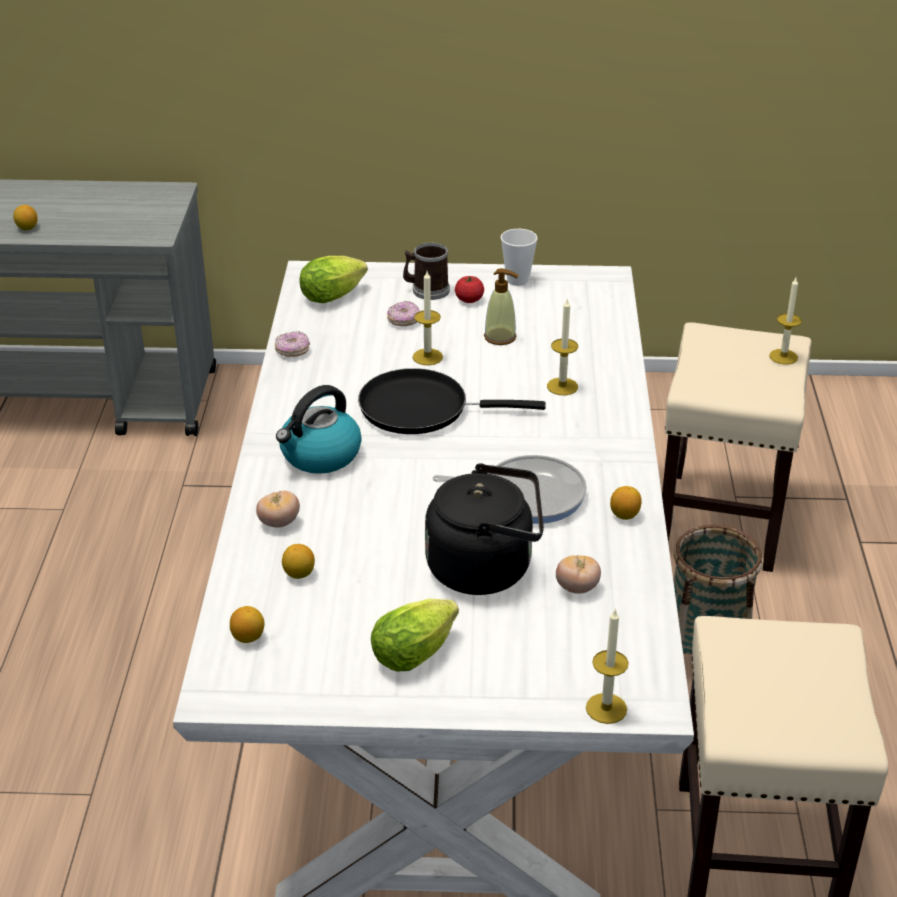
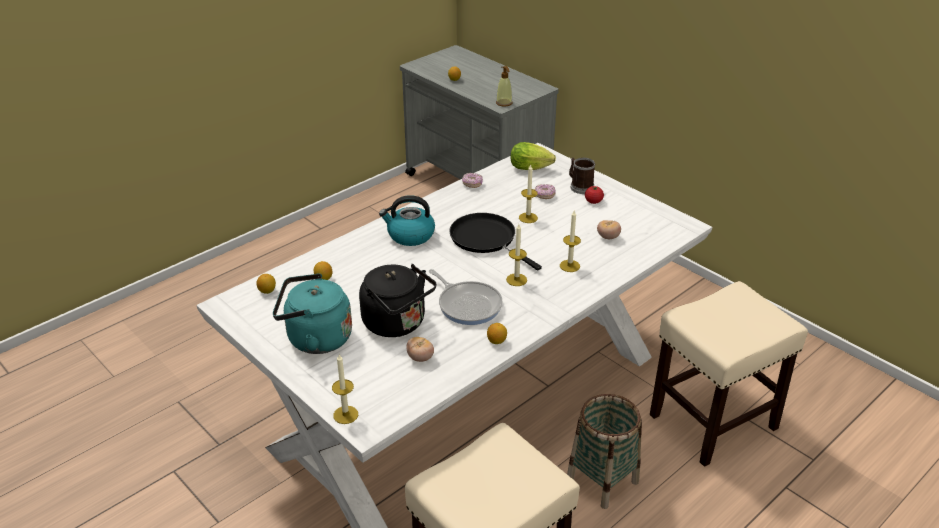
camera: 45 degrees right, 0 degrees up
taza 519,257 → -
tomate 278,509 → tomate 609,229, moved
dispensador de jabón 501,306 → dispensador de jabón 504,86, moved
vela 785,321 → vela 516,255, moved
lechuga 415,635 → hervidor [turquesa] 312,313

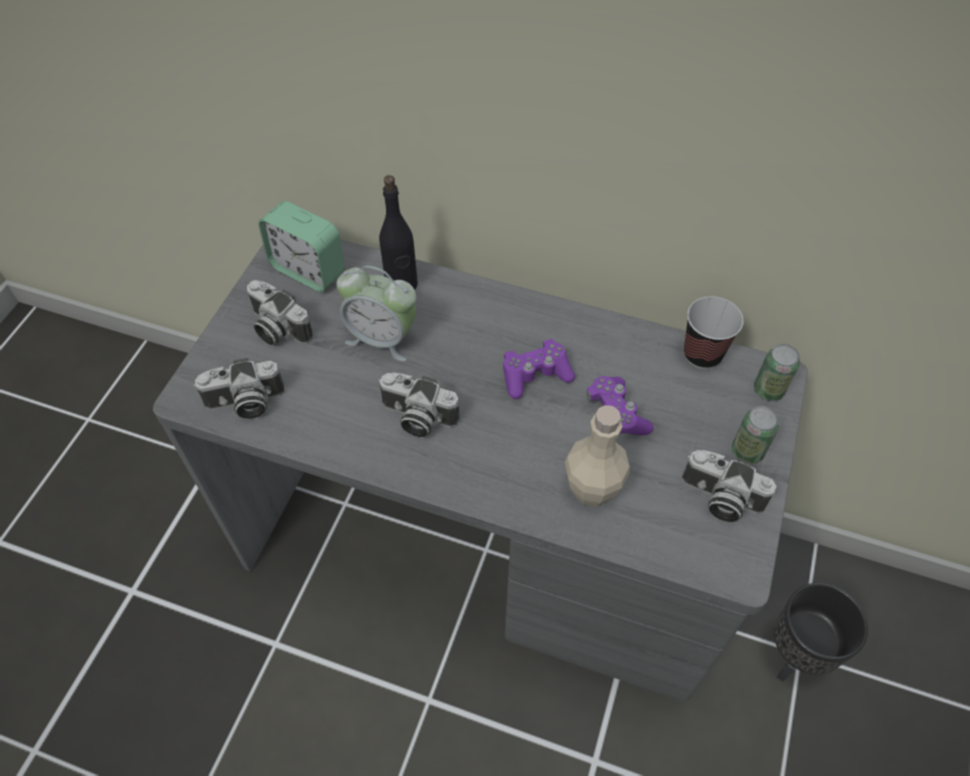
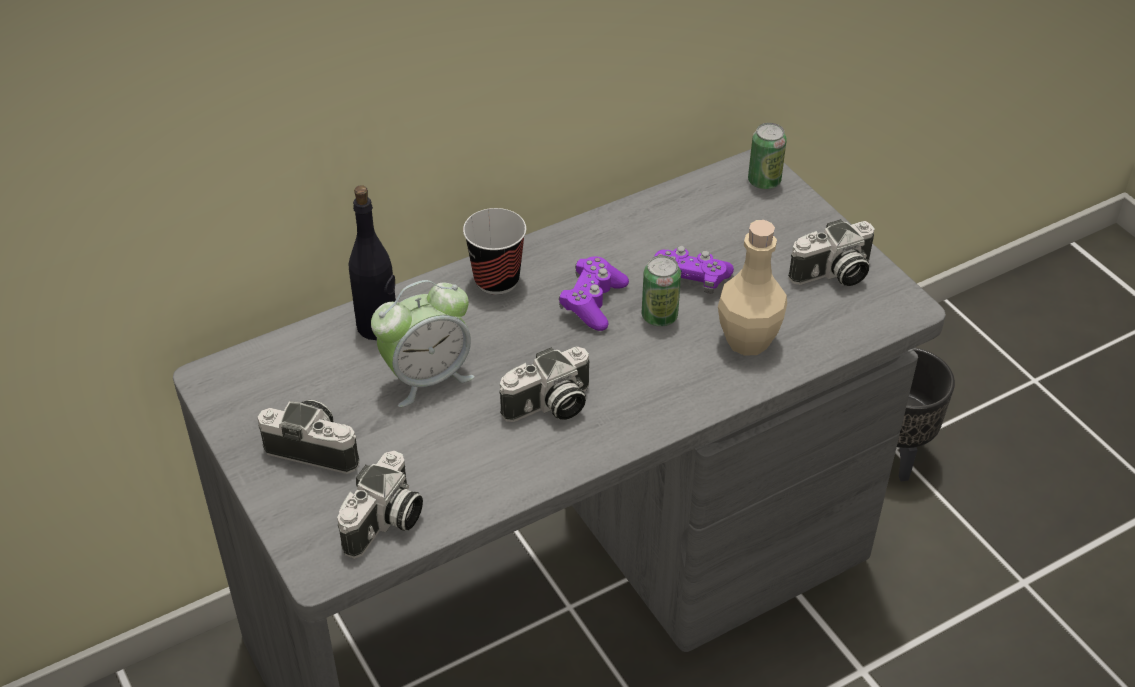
camera: 50 degrees left, 10 degrees down
despertador 301,246 → -
taza 714,332 → taza 494,251, moved
lata 755,435 → lata 661,291, moved
cámara 280,312 → cámara 308,437, 150 degrees counterclockwise

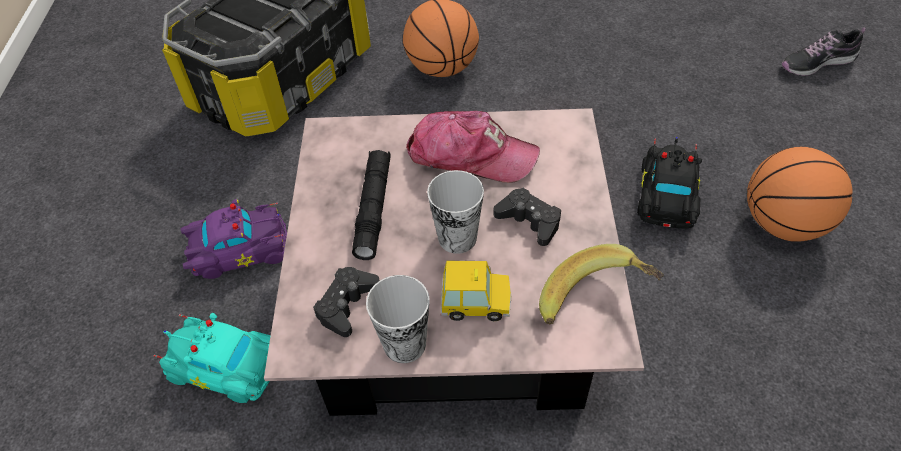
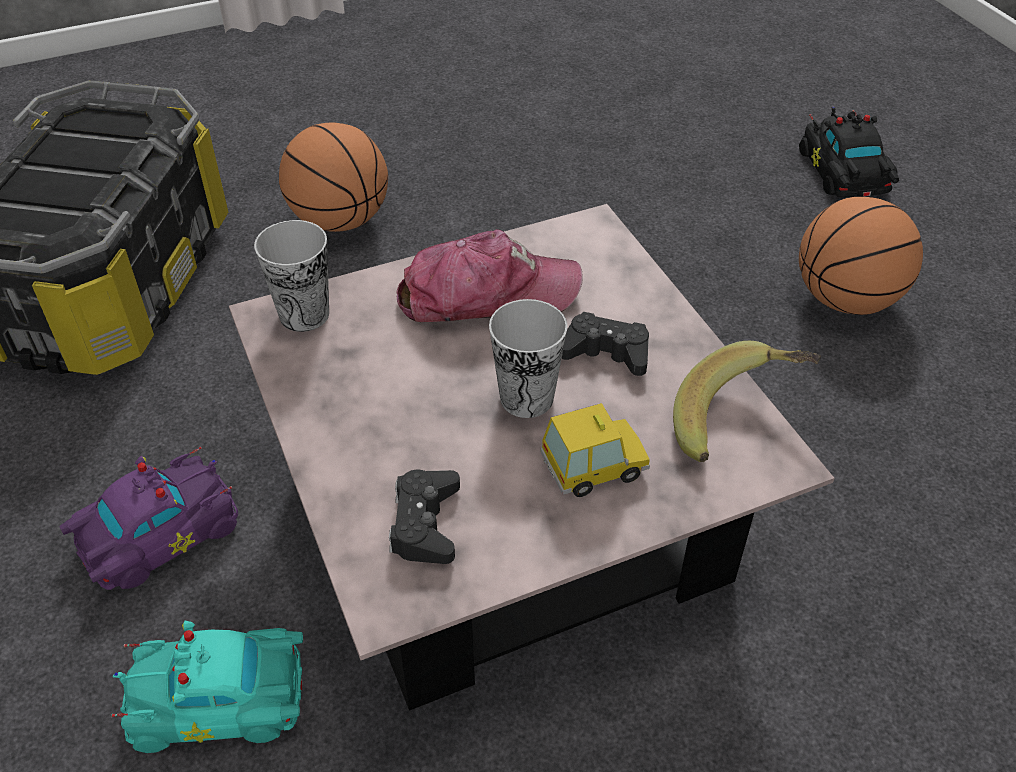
camera: 25 degrees left, 5 degrees down
linterna [negro] 371,205 → -
zapato 824,51 → -
taza 397,319 → taza 291,276, moved
coche de juguete [negro] 669,183 → coche de juguete [negro] 849,152, moved

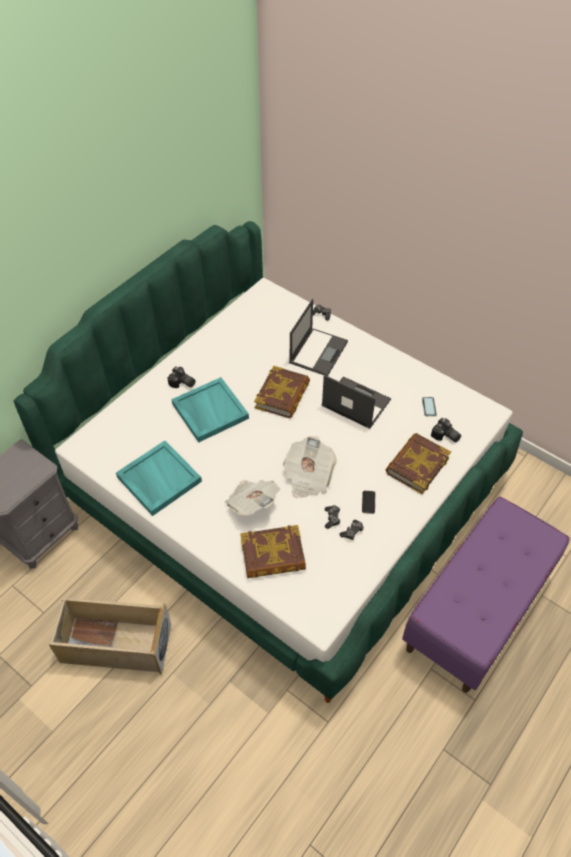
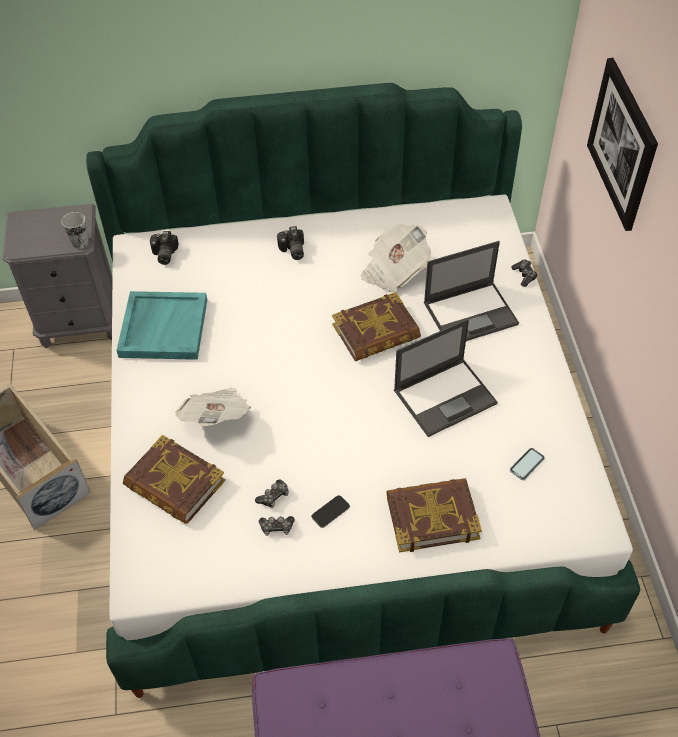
camera: 45 degrees right, 0 degrees up
bandeja [turquesa] 210,410 → -
- → taza 75,230
- → cuadro 622,144
periódico 310,467 → periódico 396,257, moved
cámara 446,430 → cámara 164,248, moved
portátil 356,402 → portátil 446,378, 75 degrees clockwise

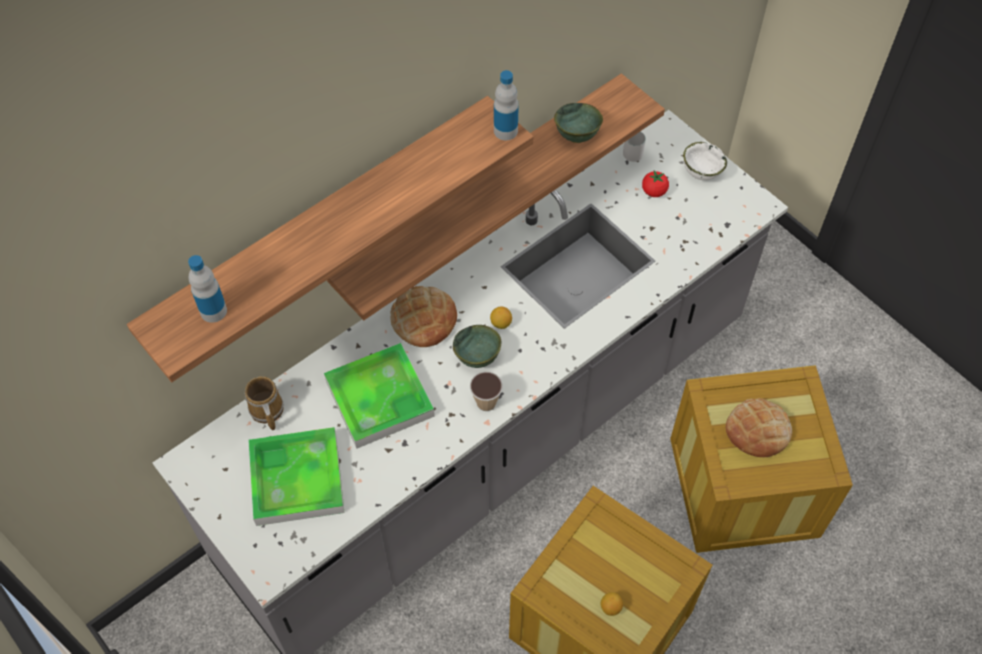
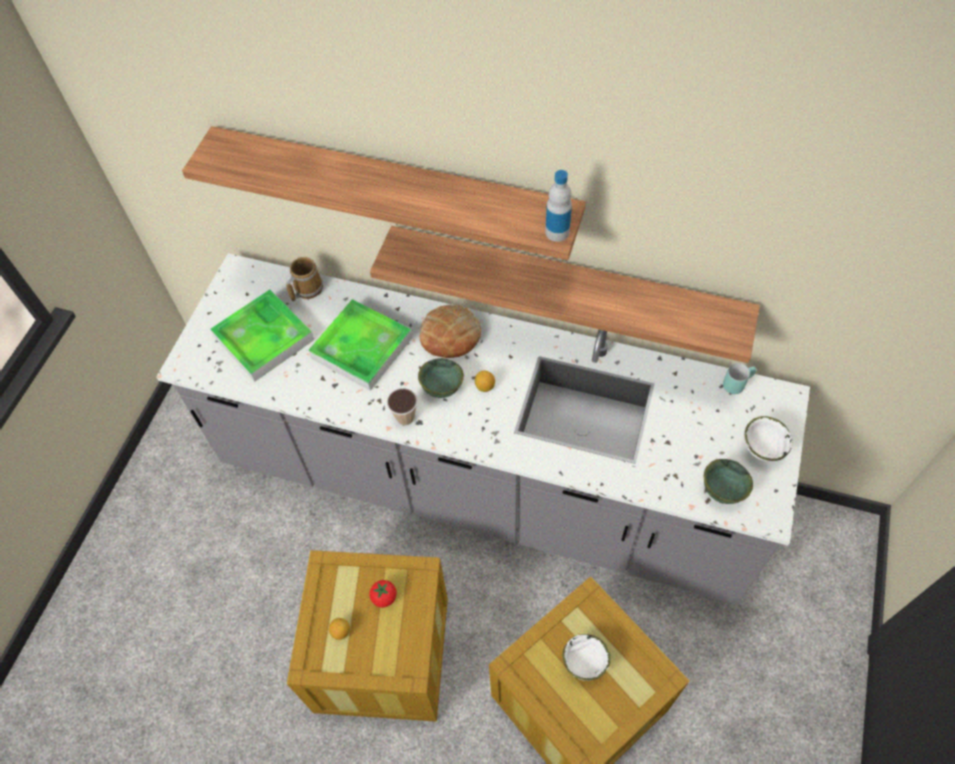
camera: 60 degrees right, 0 degrees up
botella 207,289 → -
cuenco [verde] 578,123 → cuenco [verde] 728,481, moved
tomate 655,184 → tomate 383,593, moved
pan 759,427 → cuenco [blanco] 586,657
taza grande [blanco] 634,147 → taza grande [turquesa] 739,378

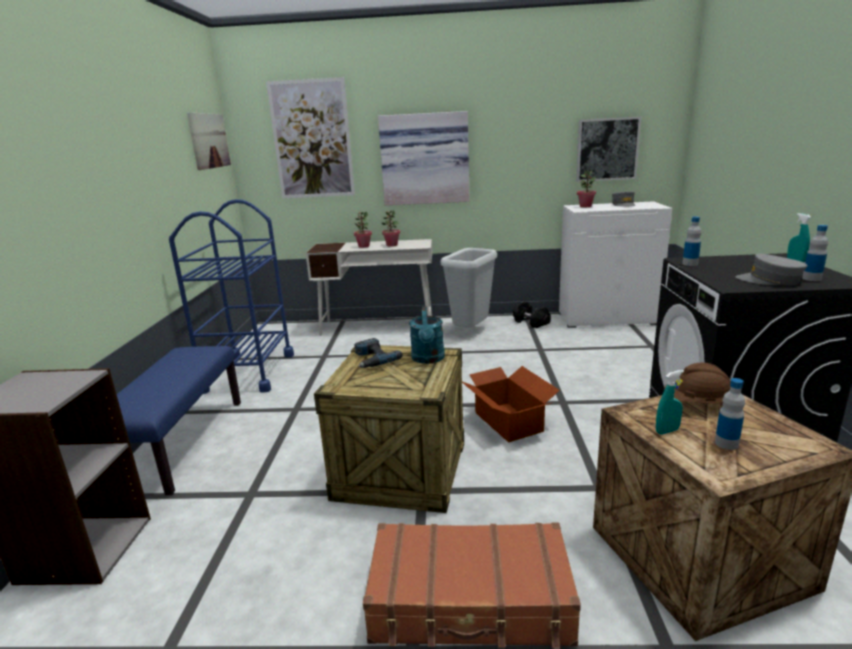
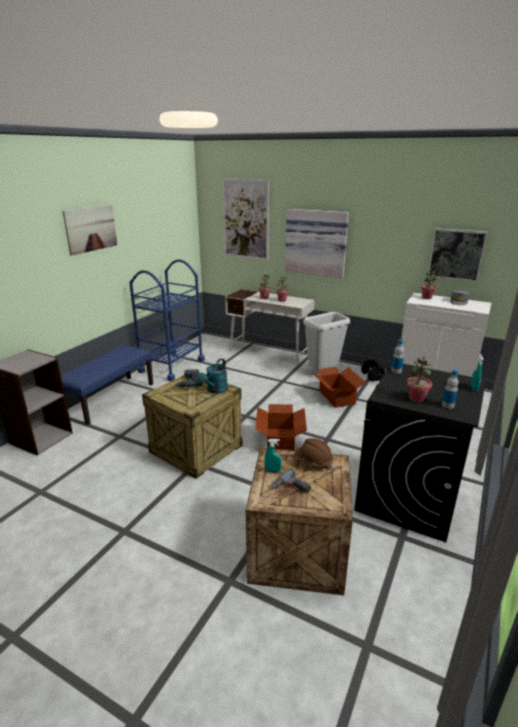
camera: 25 degrees right, 5 degrees up
maleta [marrón] 472,585 → -
- → caja de cartón 339,387
cuadro 209,141 → cuadro 90,230, moved
botella 730,414 → taladro 291,481
gorra [gris] 771,269 → planta en maceta 419,379

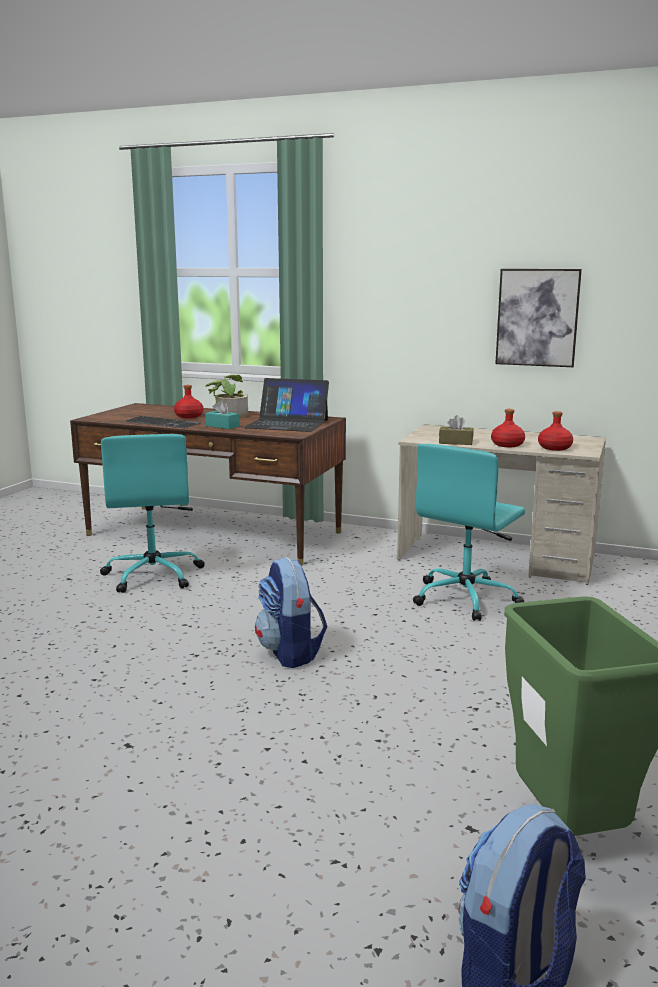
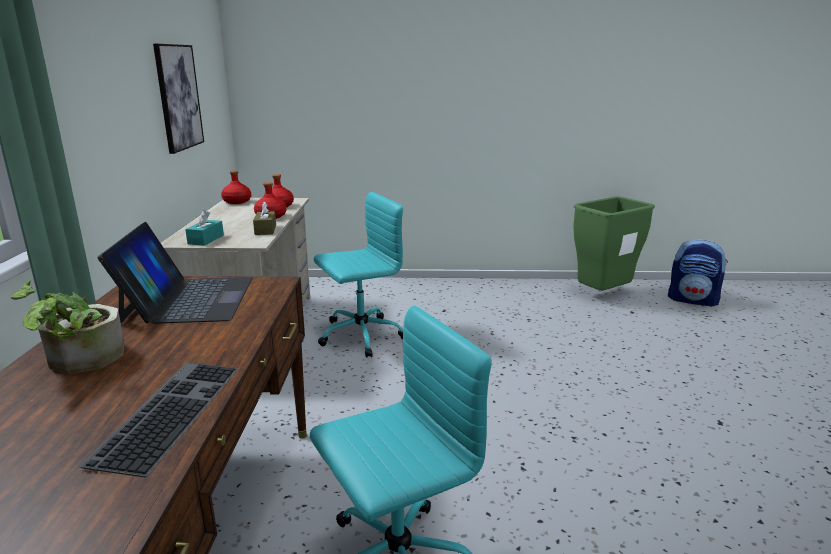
camera: 110 degrees left, 5 degrees up
mochila 291,612 → -
botella [rojo] 188,401 → botella [rojo] 236,187, moved
caja de pañuelos [turquesa] 222,415 → caja de pañuelos [turquesa] 204,228, moved
silla de oficina [turquesa] 469,532 → silla de oficina [turquesa] 358,275, 45 degrees counterclockwise

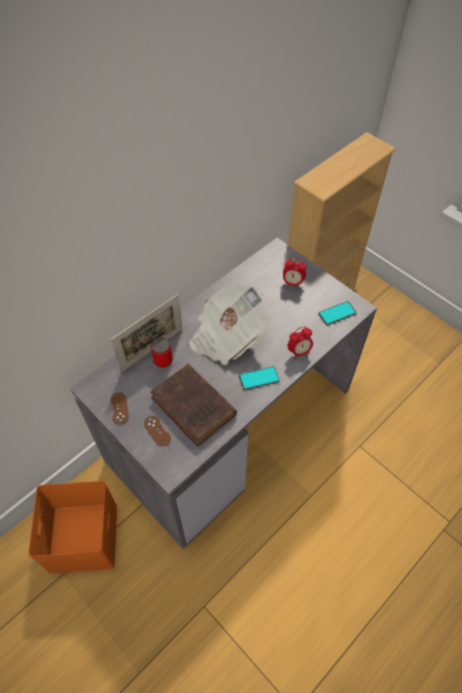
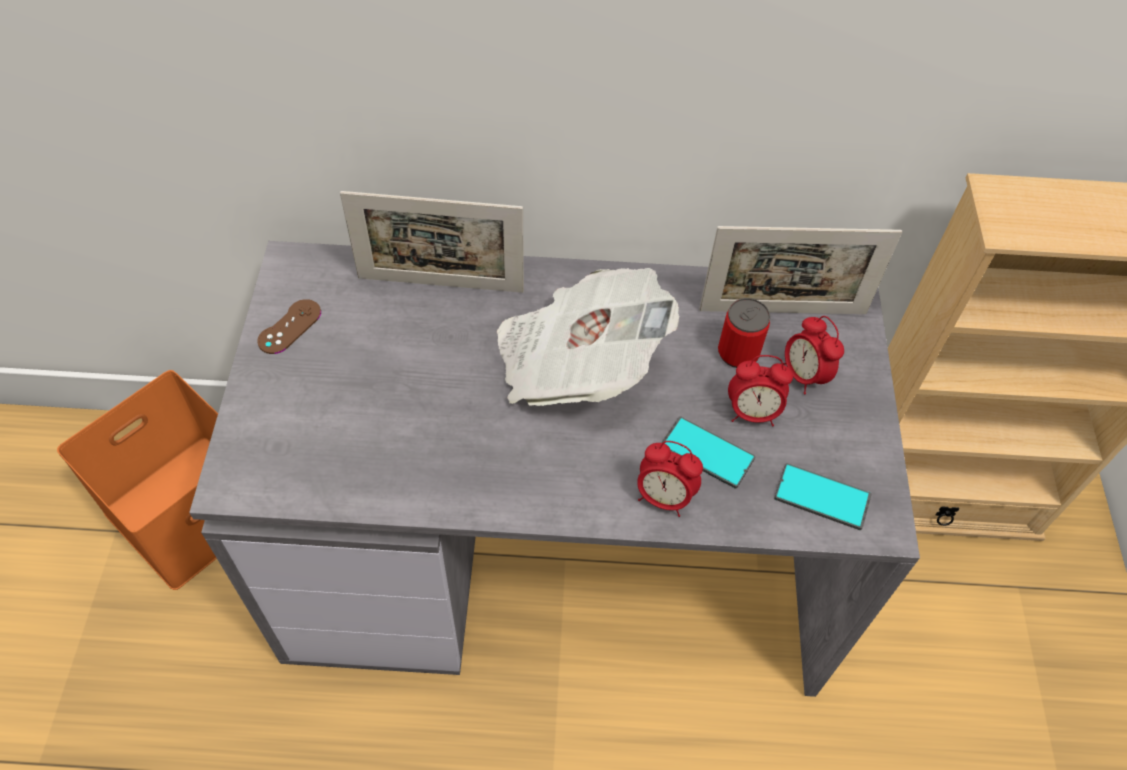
camera: 45 degrees right, 0 degrees up
mando de consola [marrón] 157,431 → -
libro [marrón] 193,405 → -
- → portarretratos 800,270
- → despertador 760,390
lata 162,352 → lata 744,333, moved
móvil 259,378 → móvil 708,452, moved

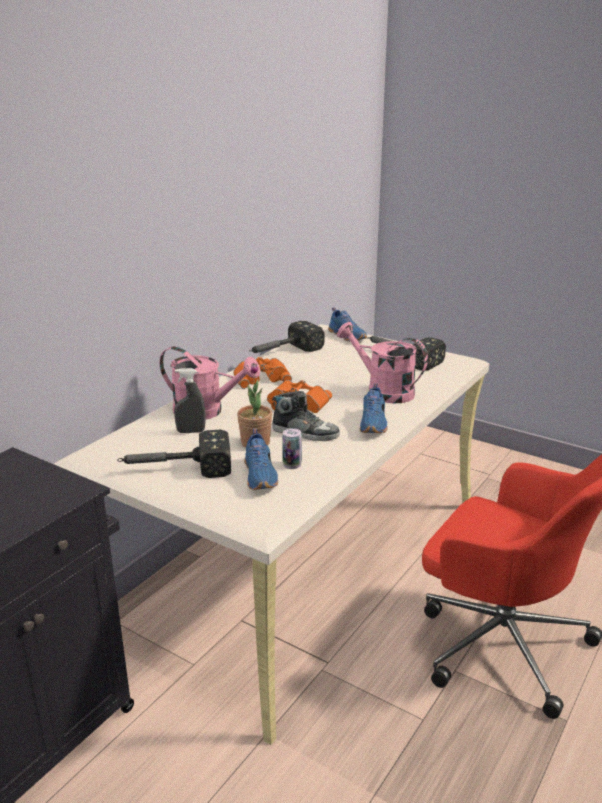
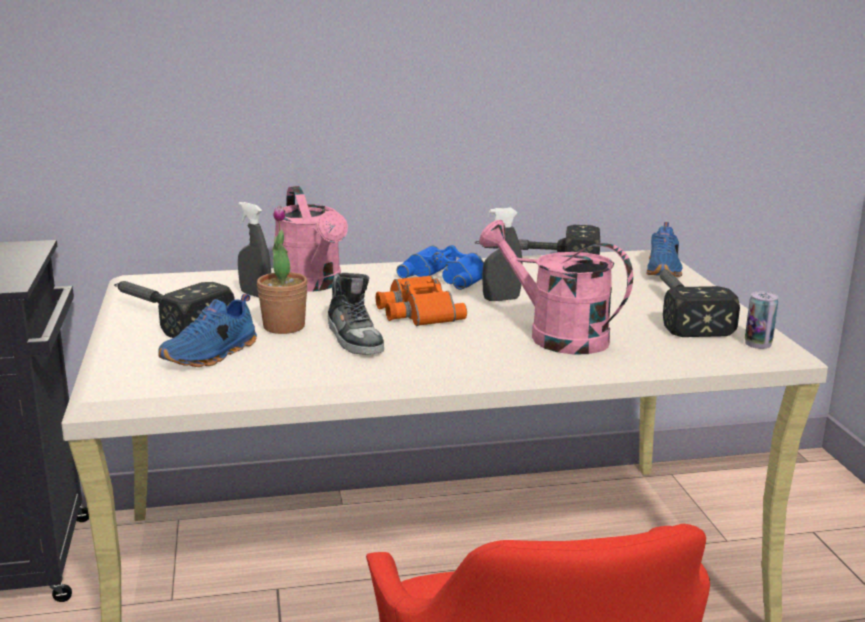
camera: 45 degrees right, 5 degrees down
zapato [azul] 374,408 → -
- → pulverizador [gris] 502,254
lata 292,448 → lata 761,320, moved
prismáticos [naranja] 262,372 → prismáticos [azul] 440,267
regadera [rosa] 382,362 → regadera [rosa] 556,287, 45 degrees counterclockwise

